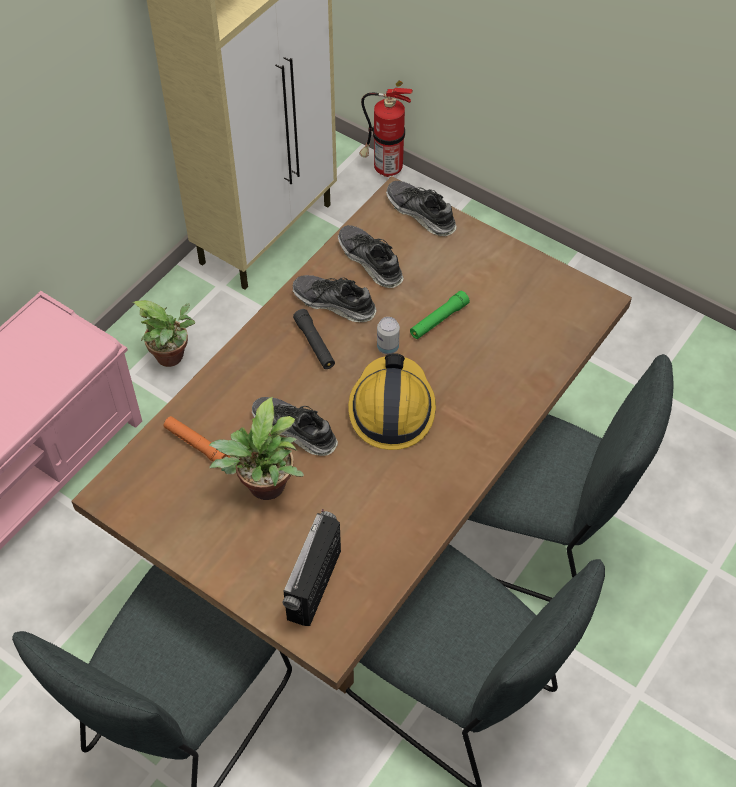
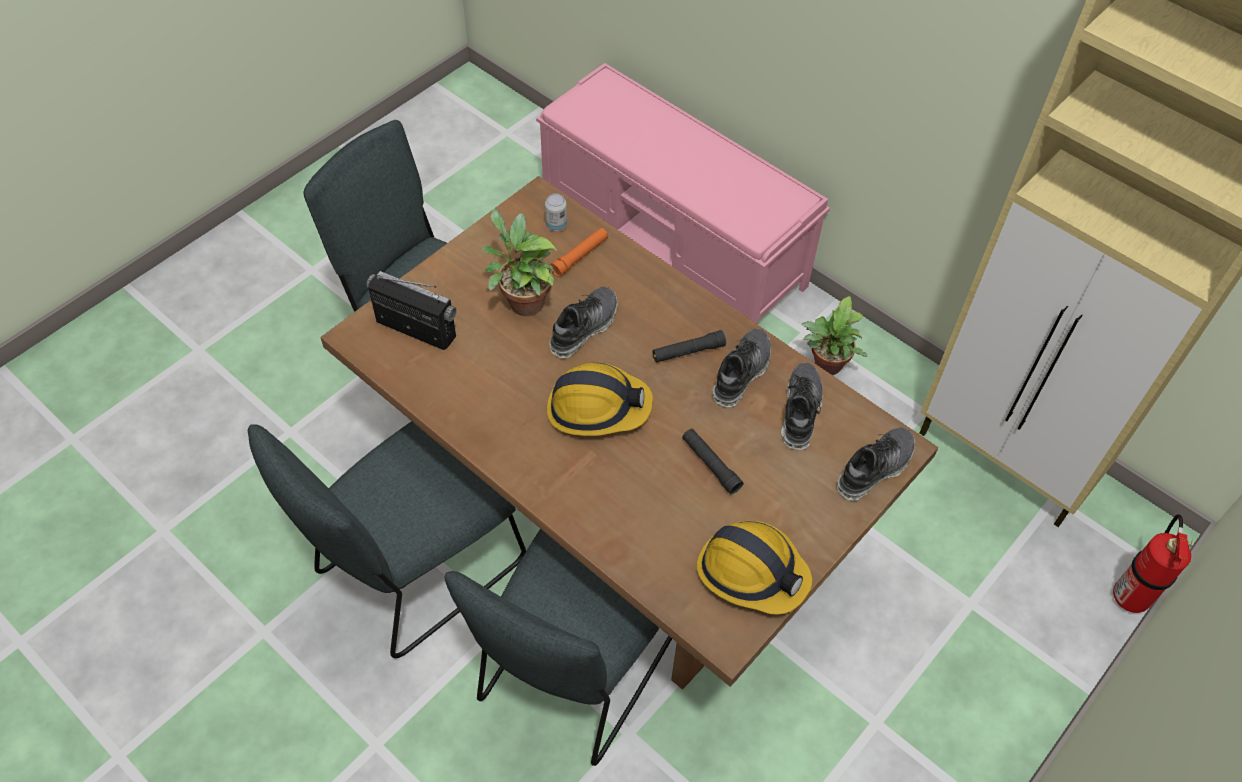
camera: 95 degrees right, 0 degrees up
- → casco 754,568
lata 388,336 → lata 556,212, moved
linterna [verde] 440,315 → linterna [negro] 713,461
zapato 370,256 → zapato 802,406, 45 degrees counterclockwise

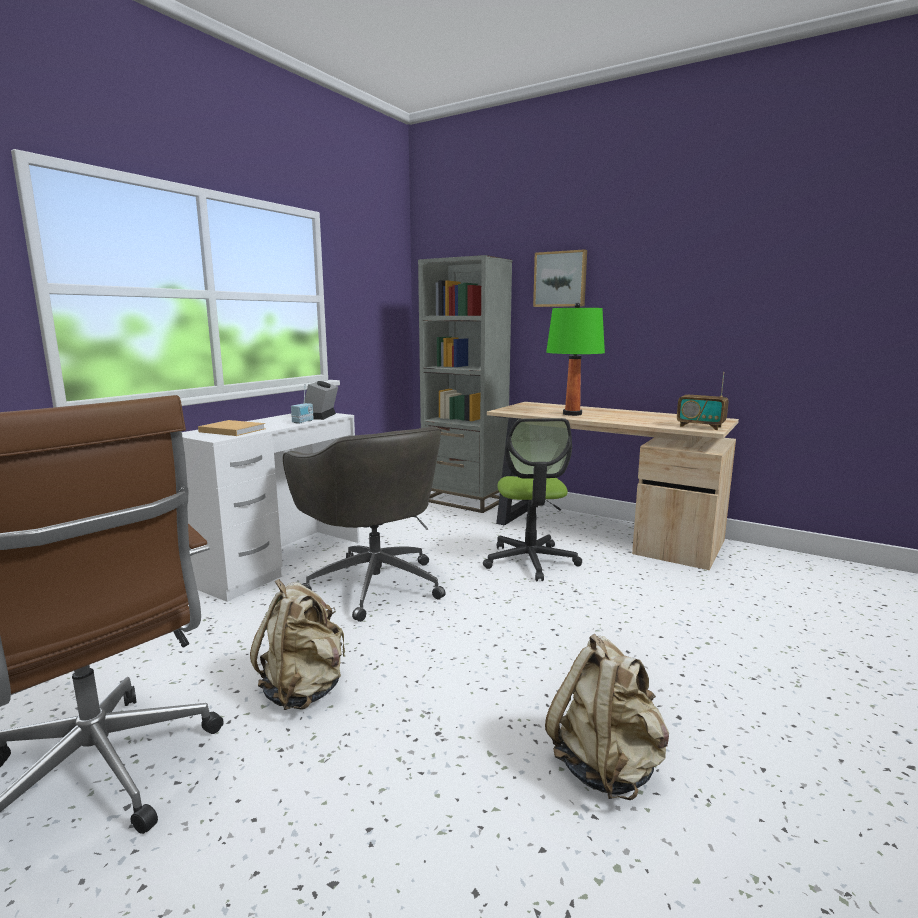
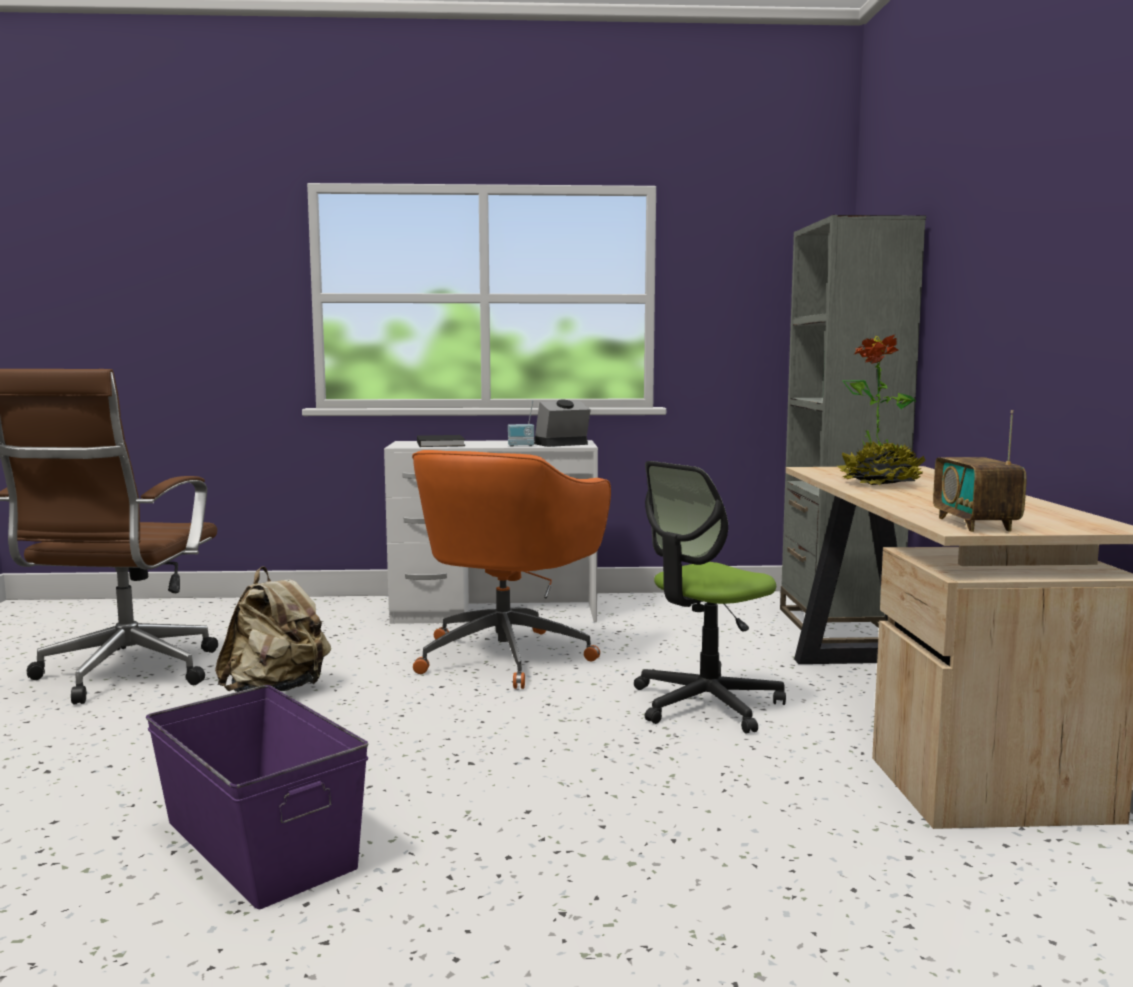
camera: 55 degrees right, 5 degrees down
cuadro 560,278 → -
mochila [beis] 607,717 → caja de almacenaje [morado] 257,797
lámpara de mesa [verde] 575,359 → planta en maceta 881,410
libro [beis] 232,428 → libro [negro] 441,441
silla de oficina [gris] 364,524 → silla de oficina [naranja] 511,569

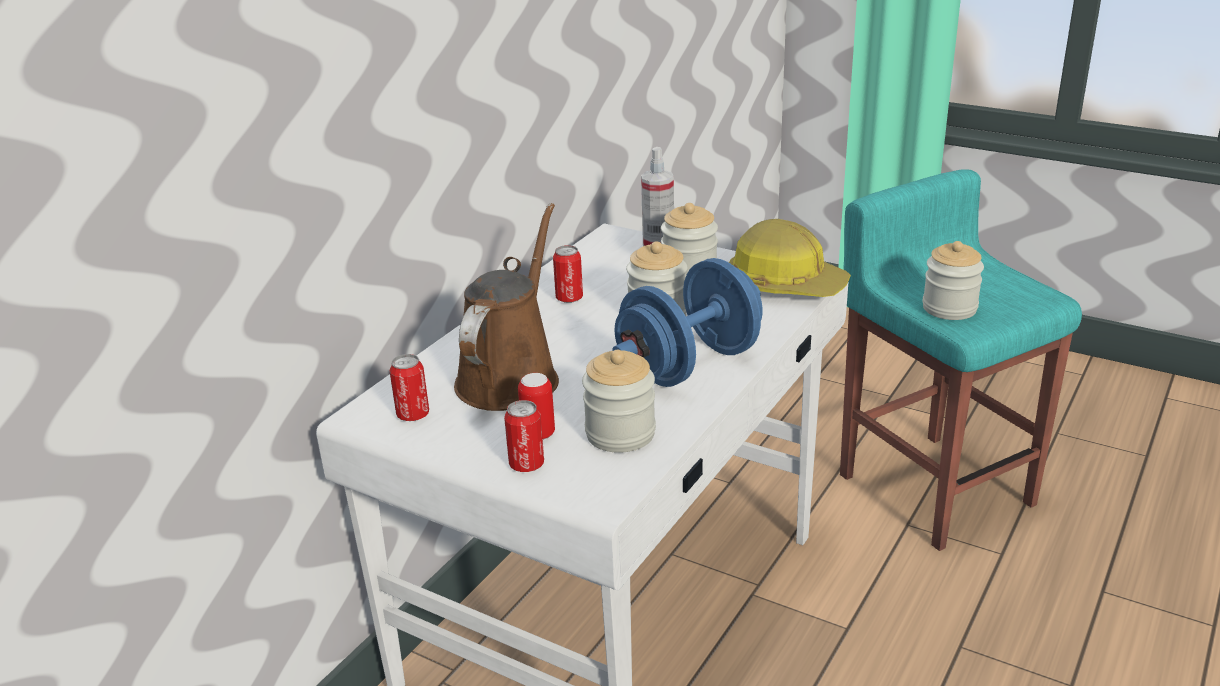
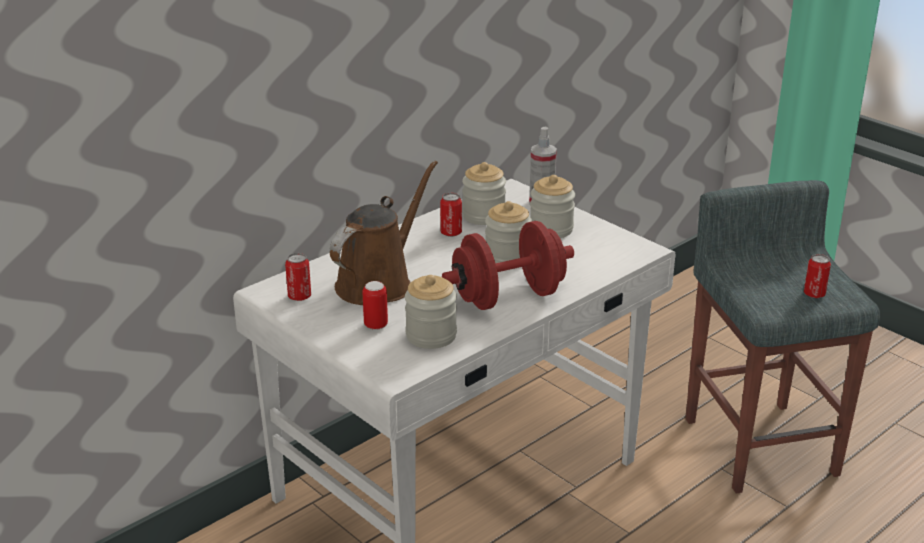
camera: 15 degrees right, 0 degrees up
casco 790,258 → -
lata 524,436 → lata 817,276, moved
tarro 953,280 → tarro 484,193, moved
mancuerna [azul] 687,322 → mancuerna [rojo] 508,265
taburete [turquesa] 961,360 → taburete [gris] 783,337

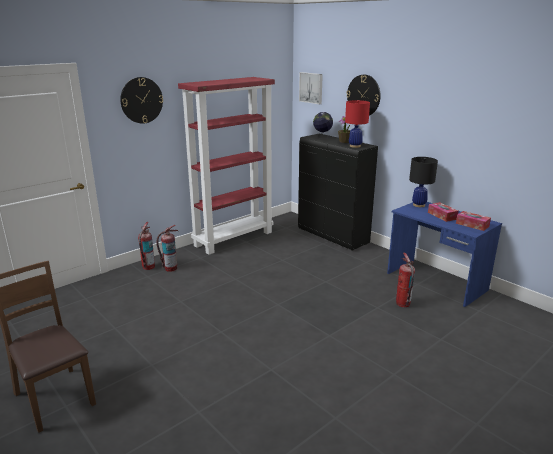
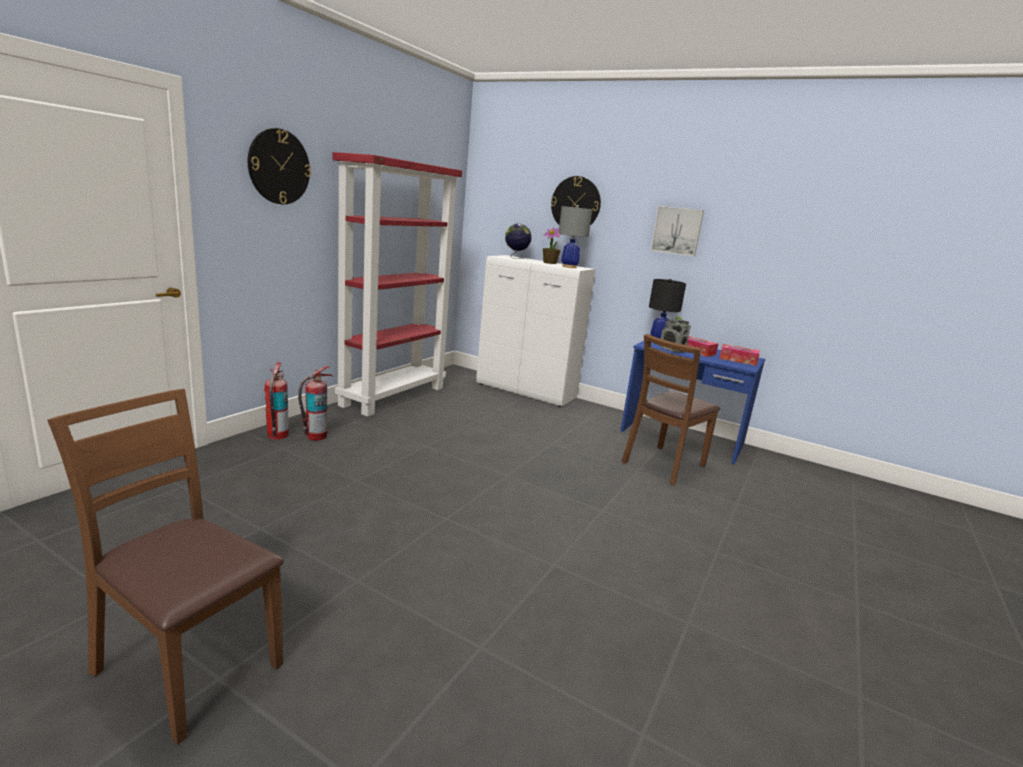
camera: 20 degrees left, 5 degrees down
- → radio 675,334
cuadro 311,88 → cuadro 677,231, moved
extintor 405,280 → silla [marrón] 670,410
armario [negro] 338,192 → armario [blanco] 536,331
lámpara de mesa [rojo] 357,124 → lámpara de mesa [gris] 575,236

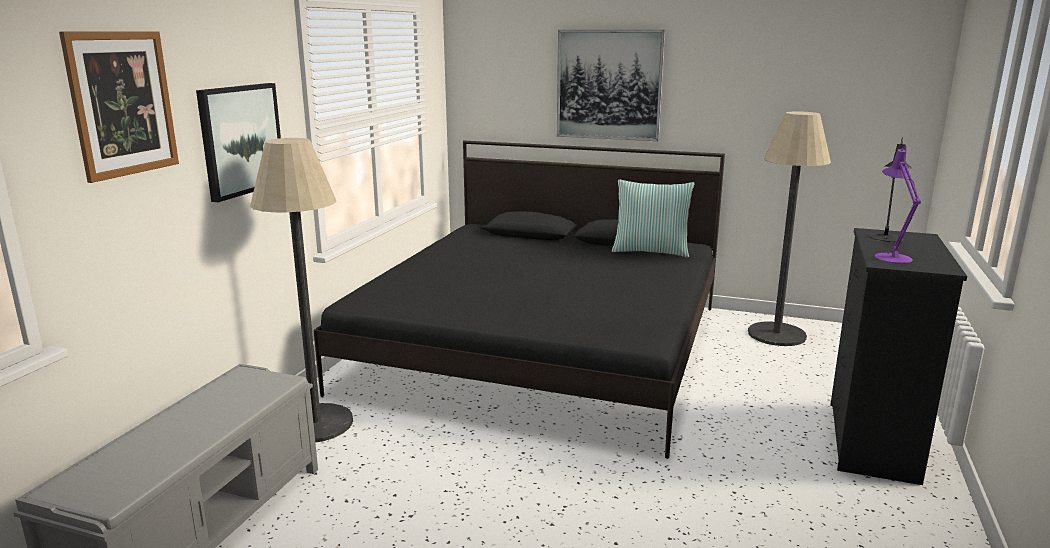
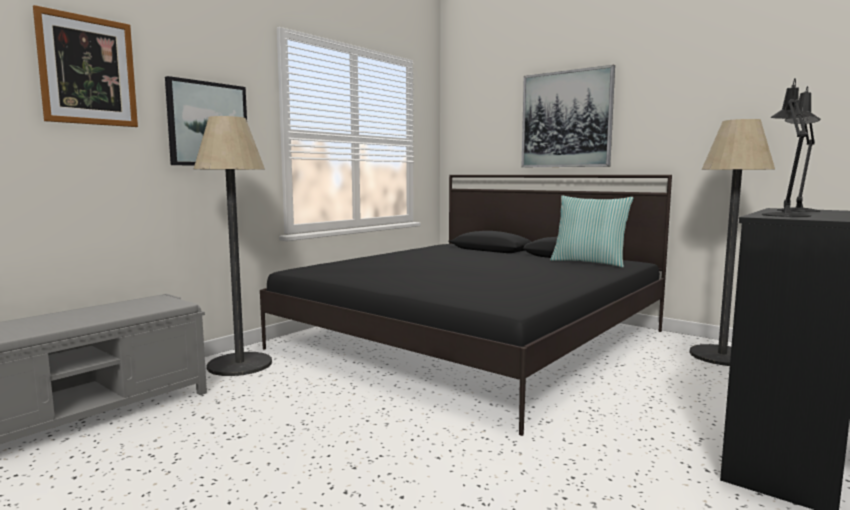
camera: 20 degrees right, 10 degrees down
lámpara de mesa [morado] 898,203 → lámpara de mesa [negro] 786,147

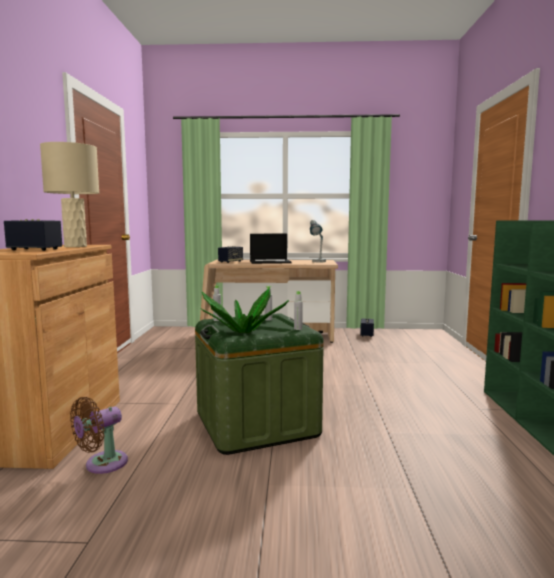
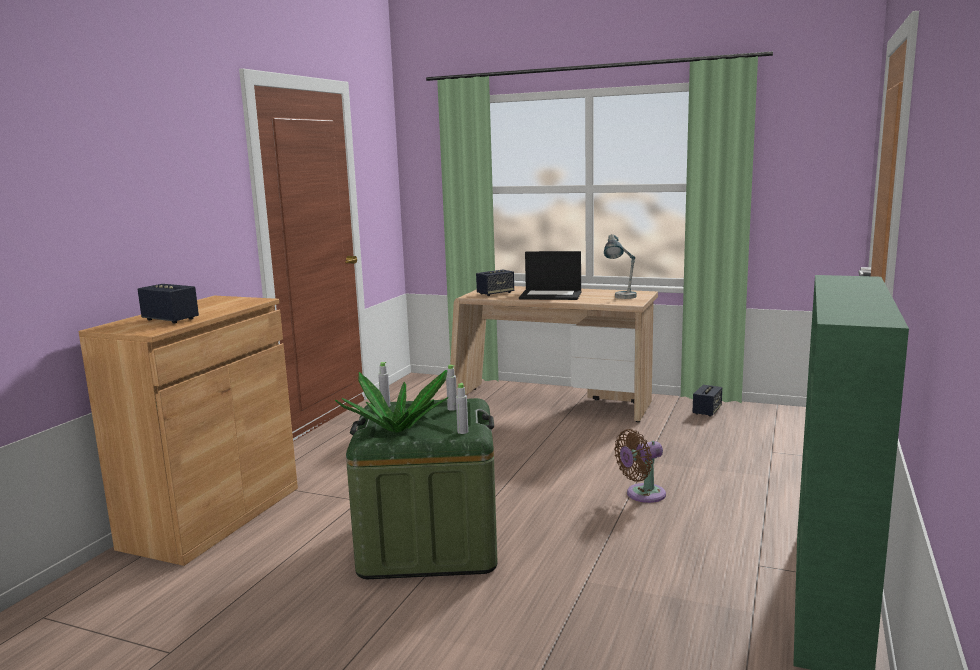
camera: 20 degrees right, 5 degrees up
lámpara de mesa [beis] 69,194 → -
ventilador [marrón] 99,435 → ventilador [marrón] 640,466, moved

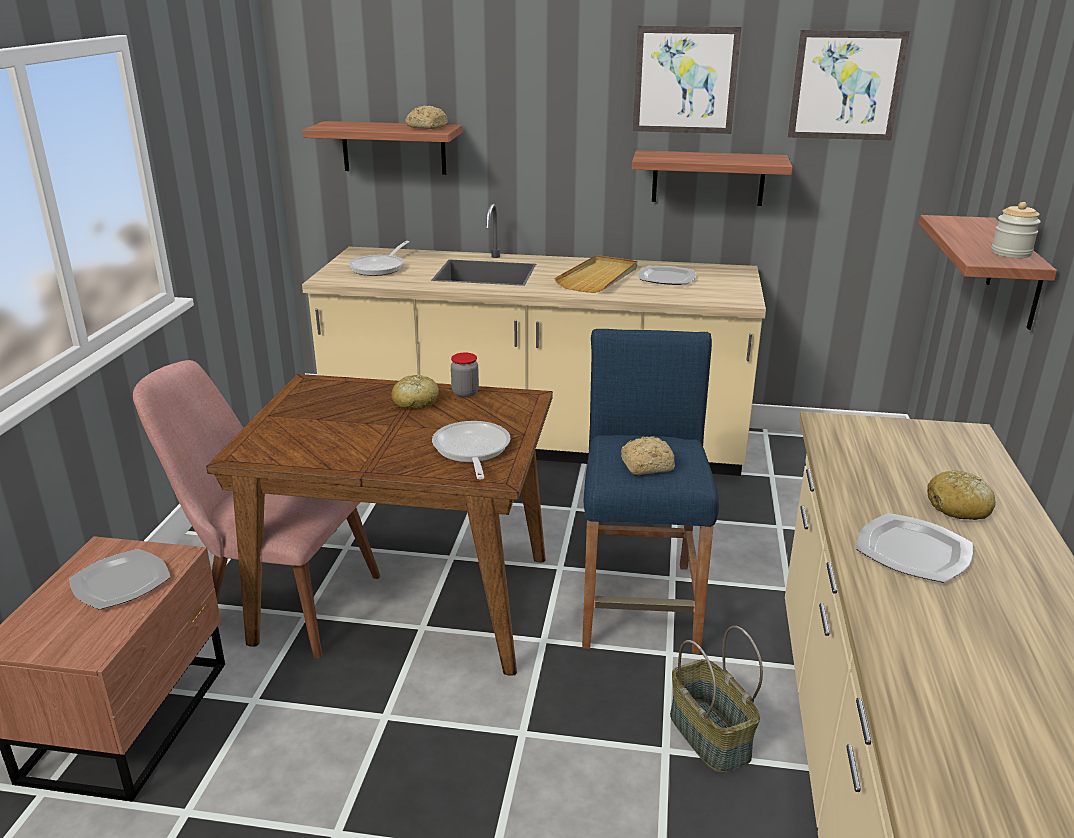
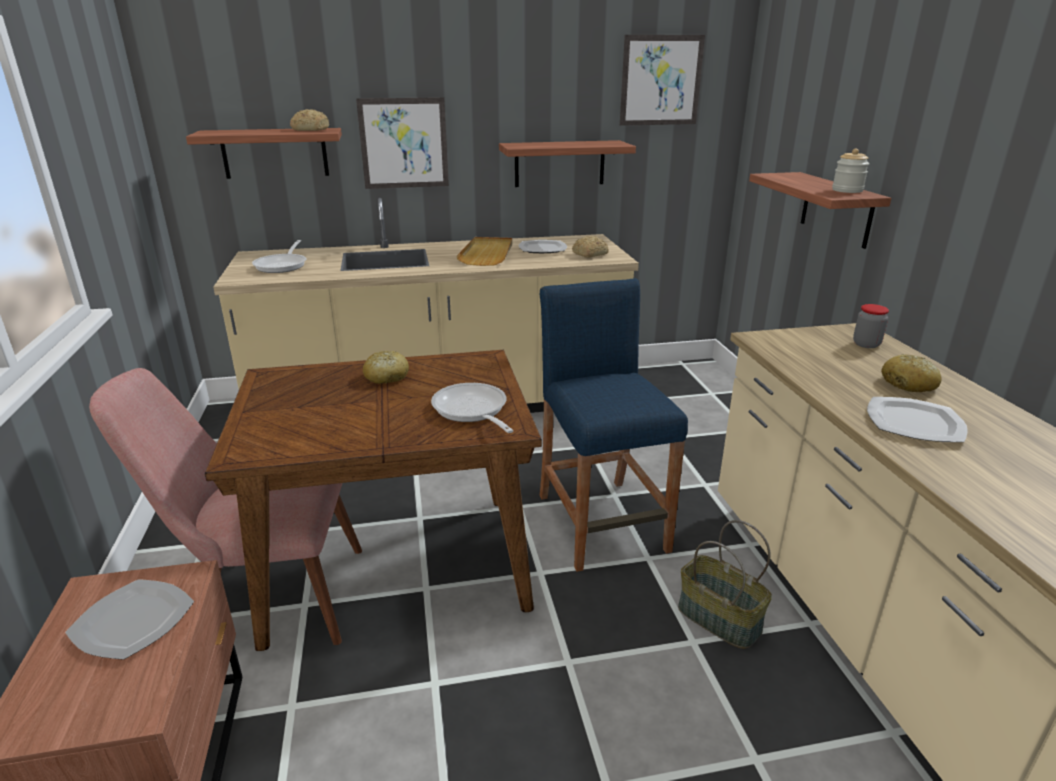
camera: 20 degrees left, 0 degrees up
tarro 465,375 → tarro 871,326, moved
pan 648,455 → pan 590,247, moved
cuadro 687,80 → cuadro 402,143, moved

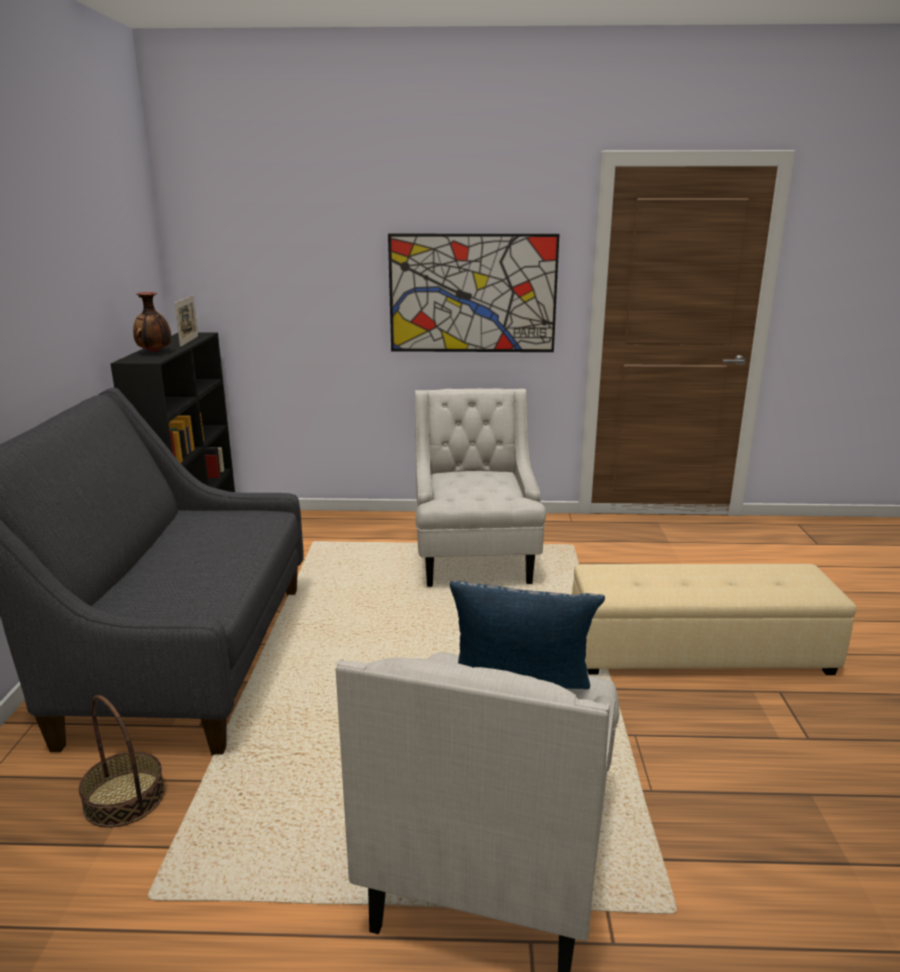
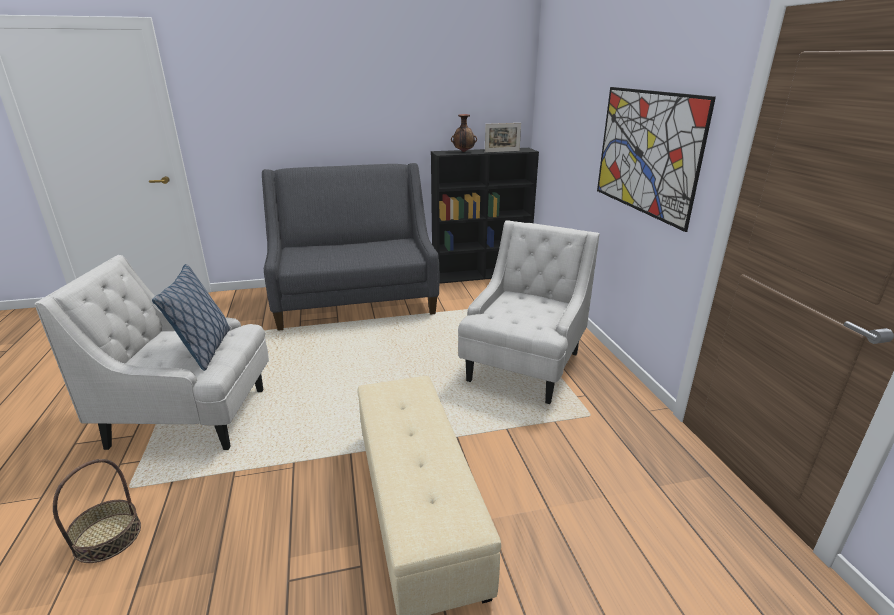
camera: 75 degrees right, 5 degrees up
cesta 122,761 → cesta 97,511, moved
sillón [blanco] 480,487 → sillón [blanco] 529,312, 45 degrees counterclockwise

